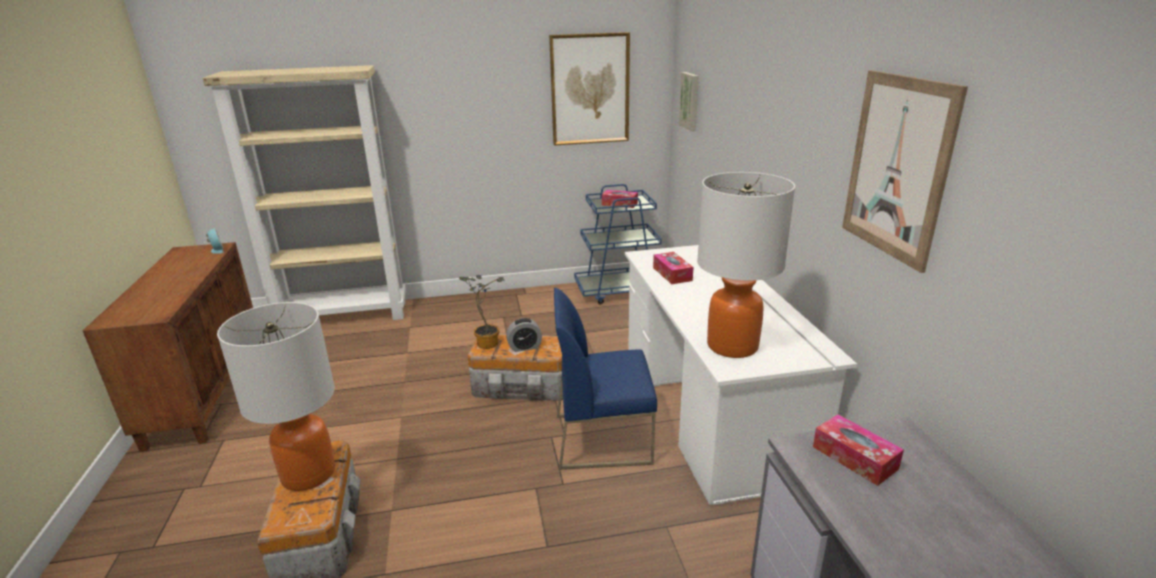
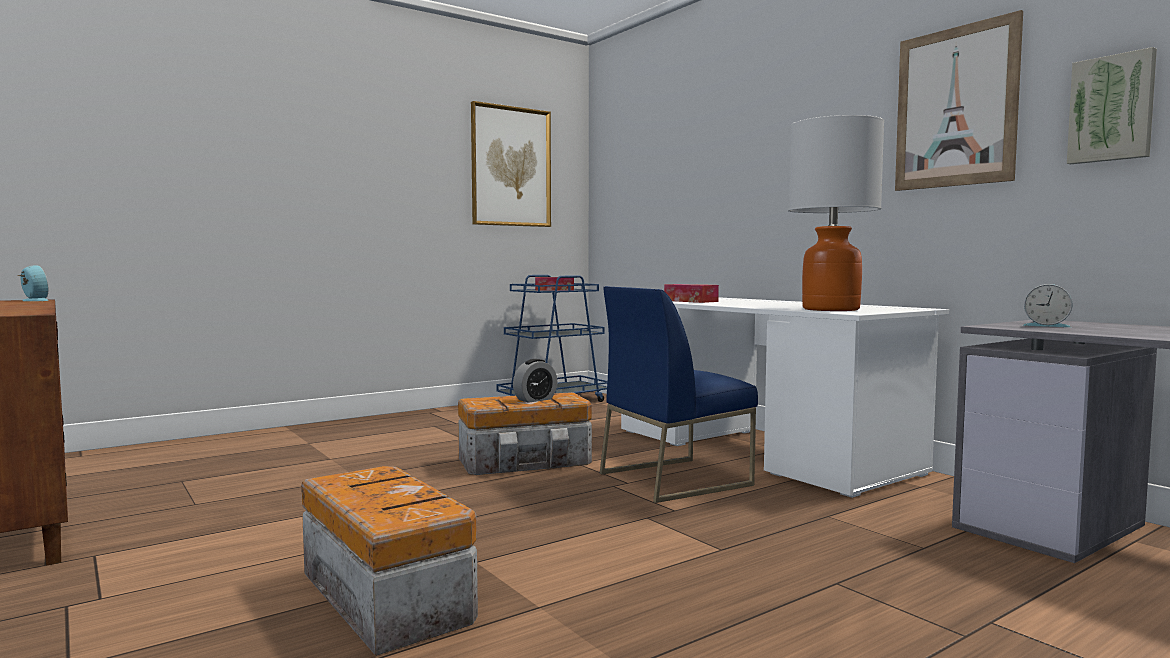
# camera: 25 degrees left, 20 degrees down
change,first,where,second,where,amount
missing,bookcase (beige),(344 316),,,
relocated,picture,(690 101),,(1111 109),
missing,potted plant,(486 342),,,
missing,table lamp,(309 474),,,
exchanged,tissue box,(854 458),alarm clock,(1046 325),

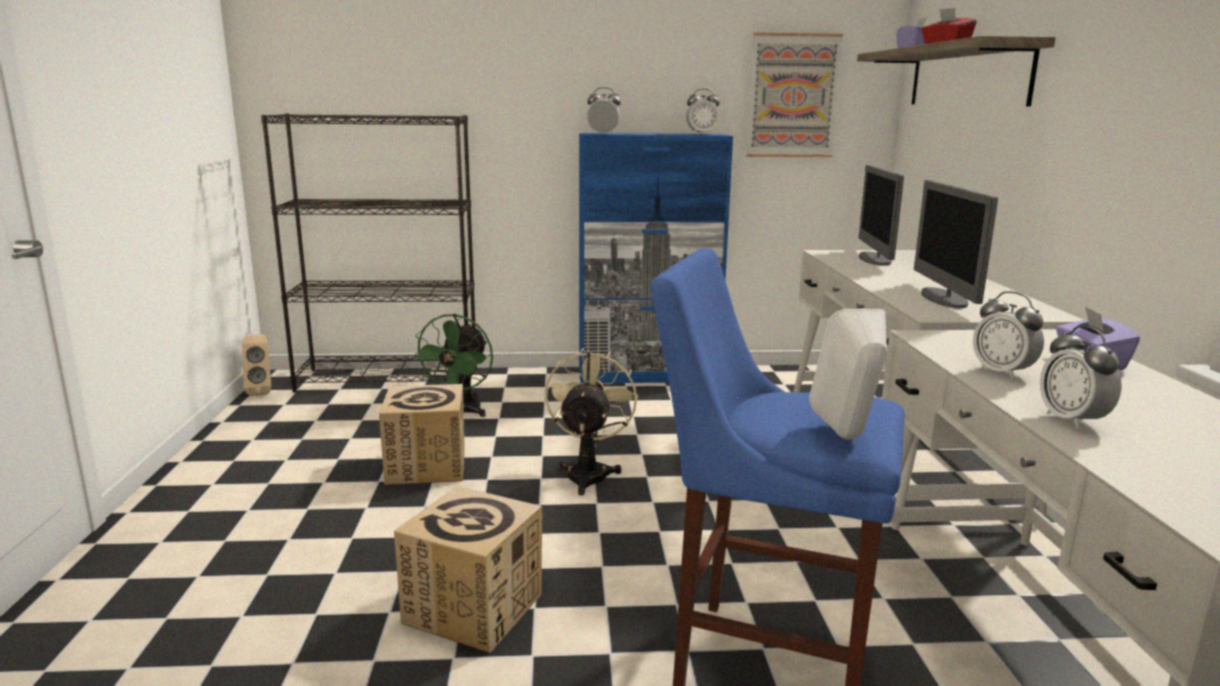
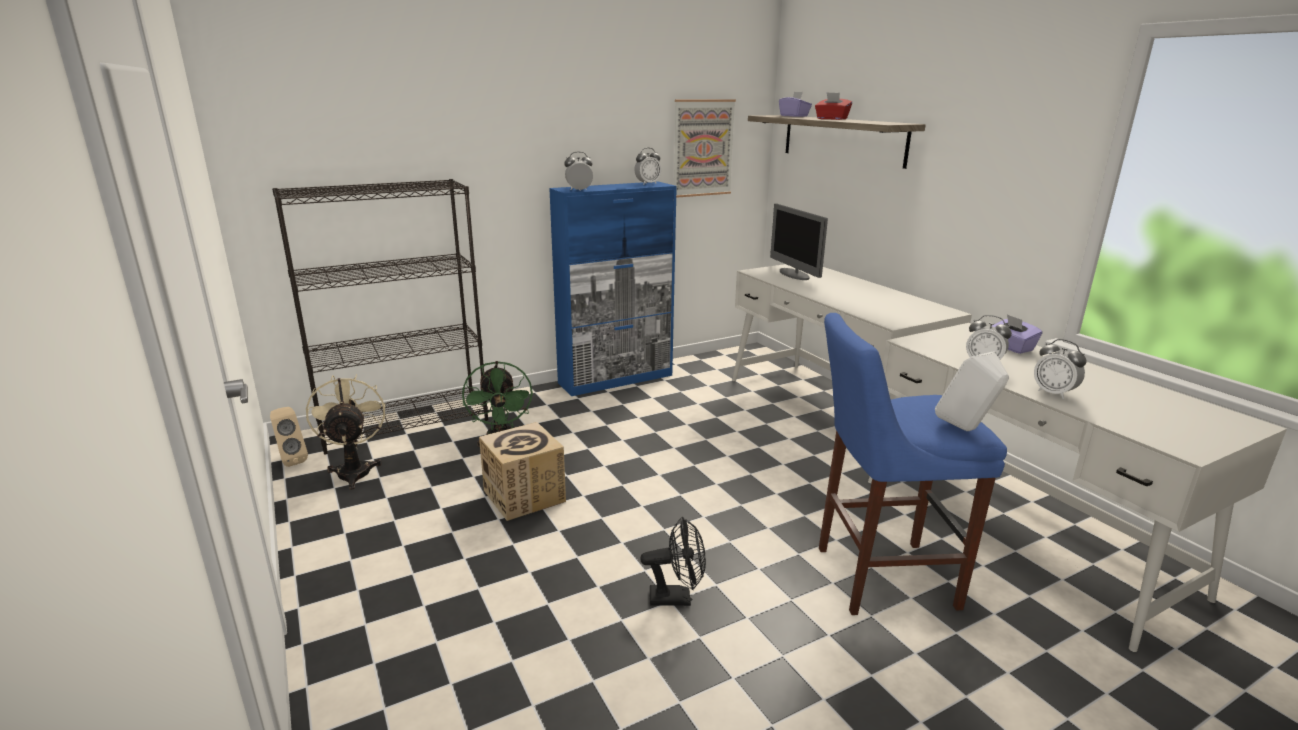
# camera: 25 degrees left, 5 degrees up
change,first,where,second,where,amount
missing,monitor,(944 299),,,
relocated,fan (beige),(588 472),,(354 469),
exchanged,cardboard box,(474 608),fan (black),(677 598),

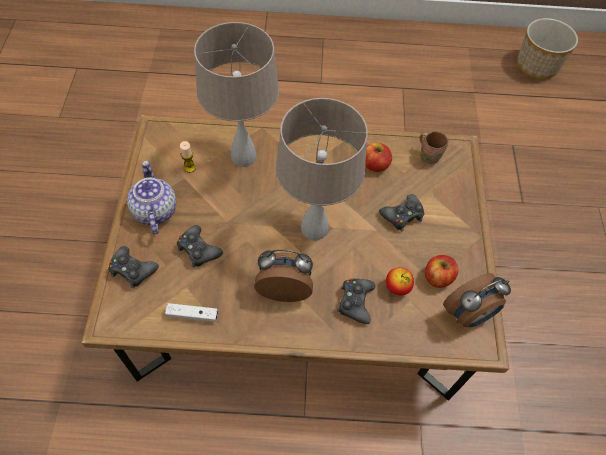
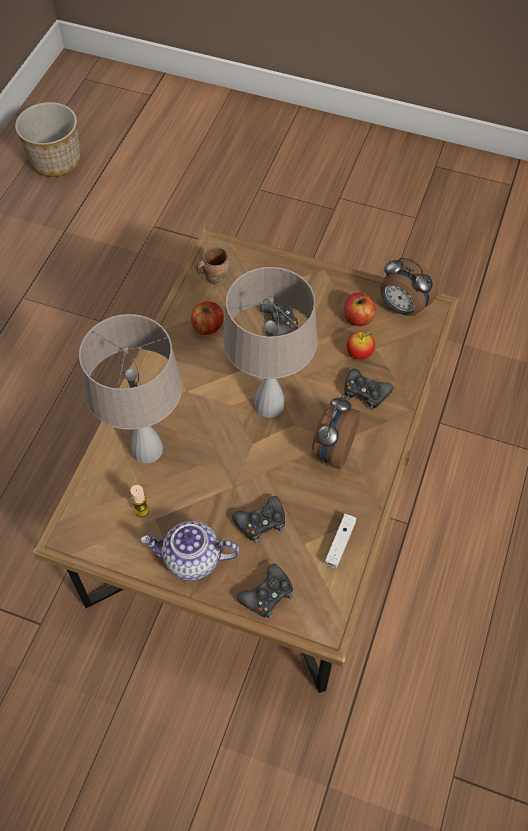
# camera: 70 degrees left, 0 degrees up
change,first,where,second,where,amount
spun,alarm clock,(468 314),,(402 307),135 degrees clockwise

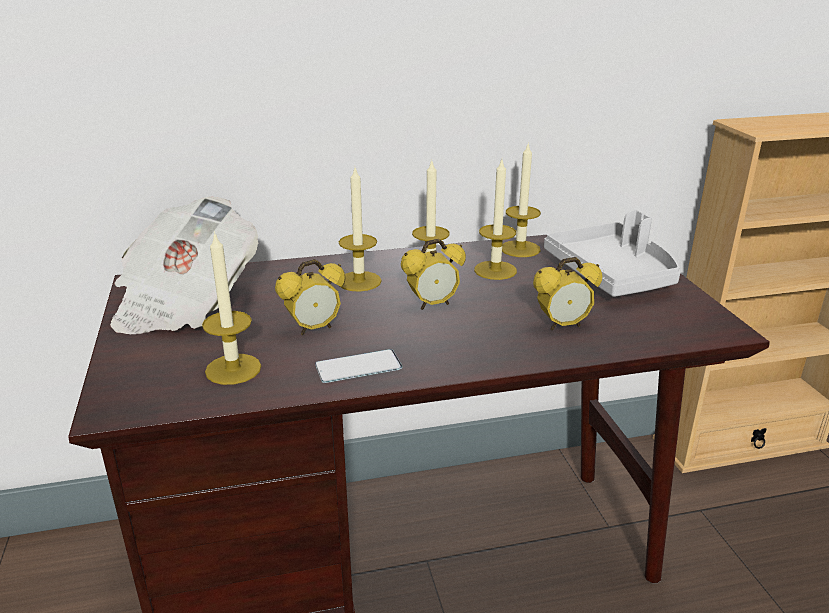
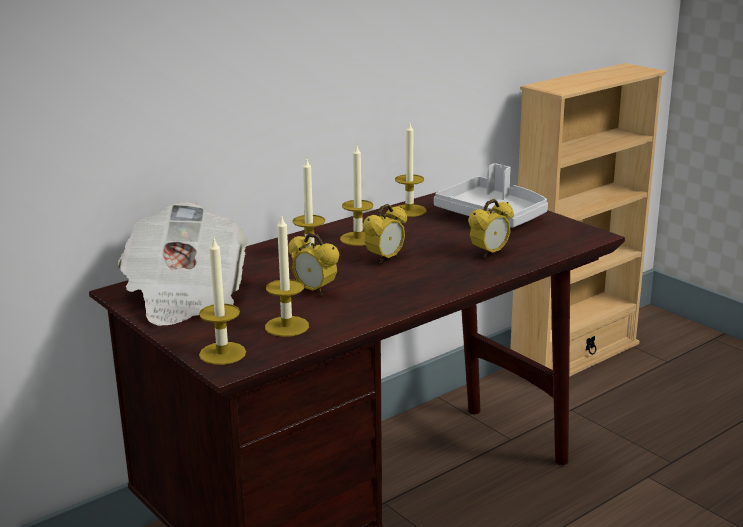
# camera: 25 degrees left, 5 degrees down
change,first,where,second,where,amount
relocated,candle,(495 270),,(222 353),
spun,alarm clock,(314 329),,(315 291),90 degrees clockwise
missing,phone,(358 367),,,

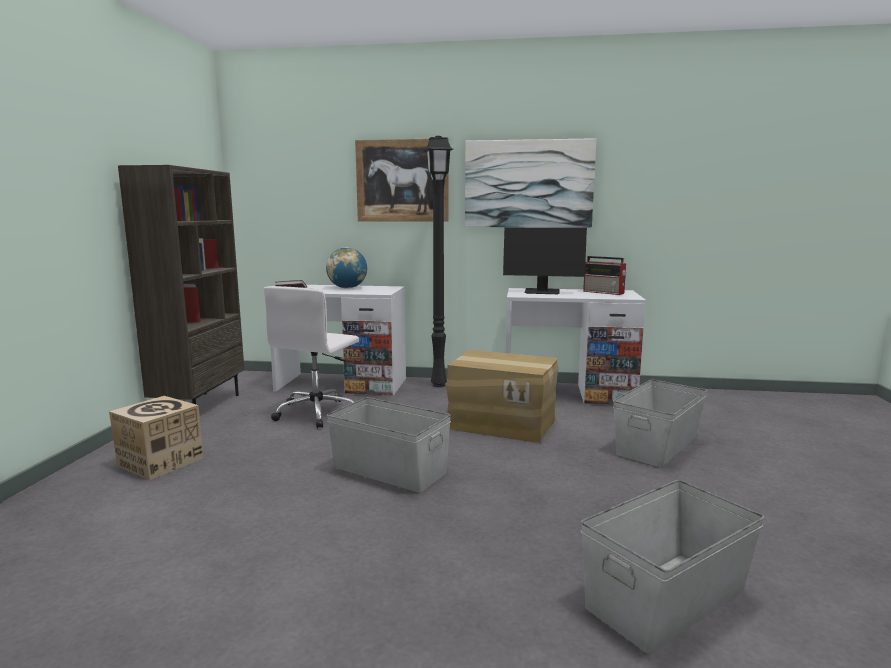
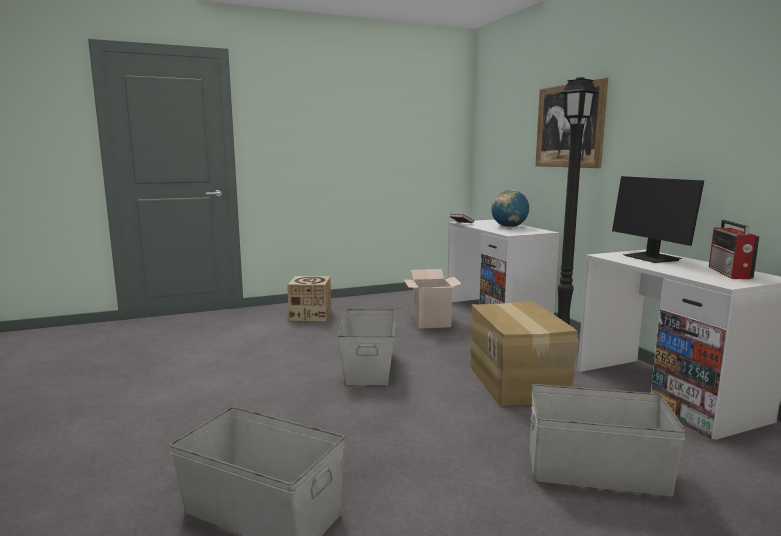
# camera: 60 degrees right, 0 degrees up
change,first,where,second,where,amount
missing,picture,(528 184),,,
missing,bookcase (brown),(200 406),,,
exchanged,office chair (white),(318 412),cardboard box,(431 322),

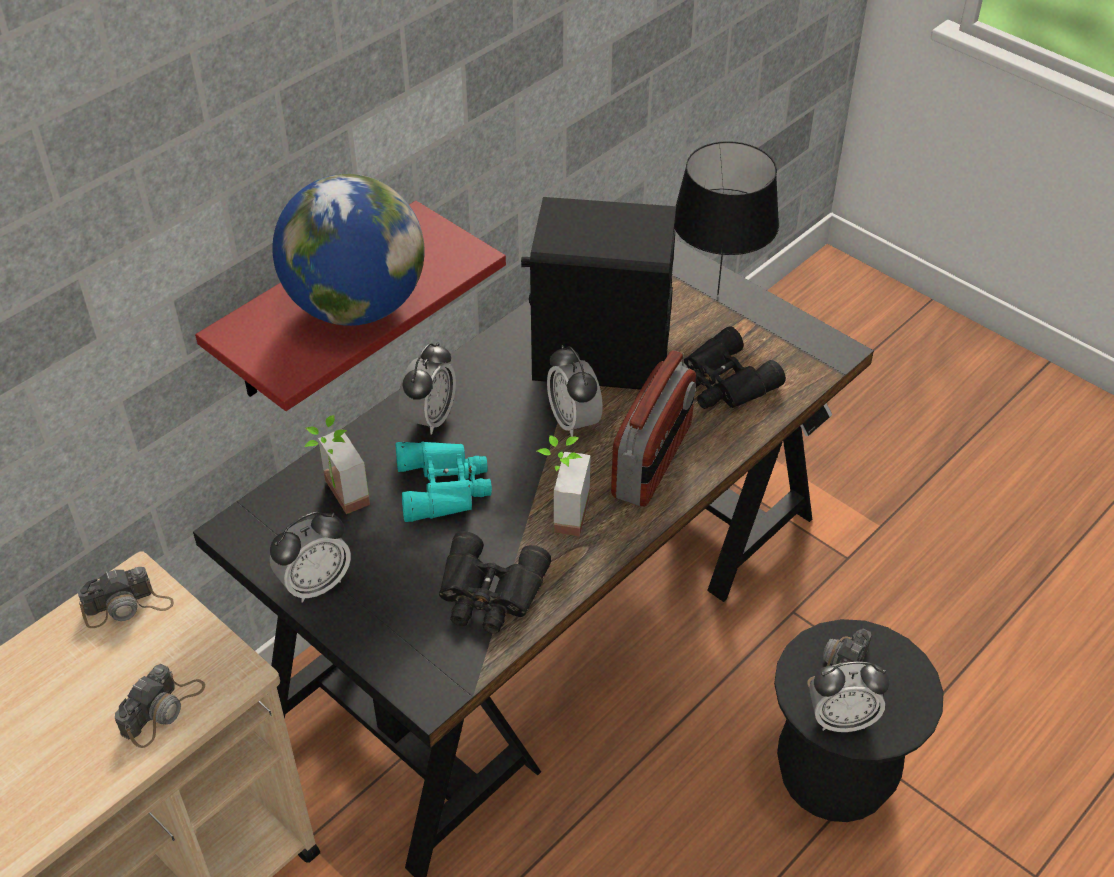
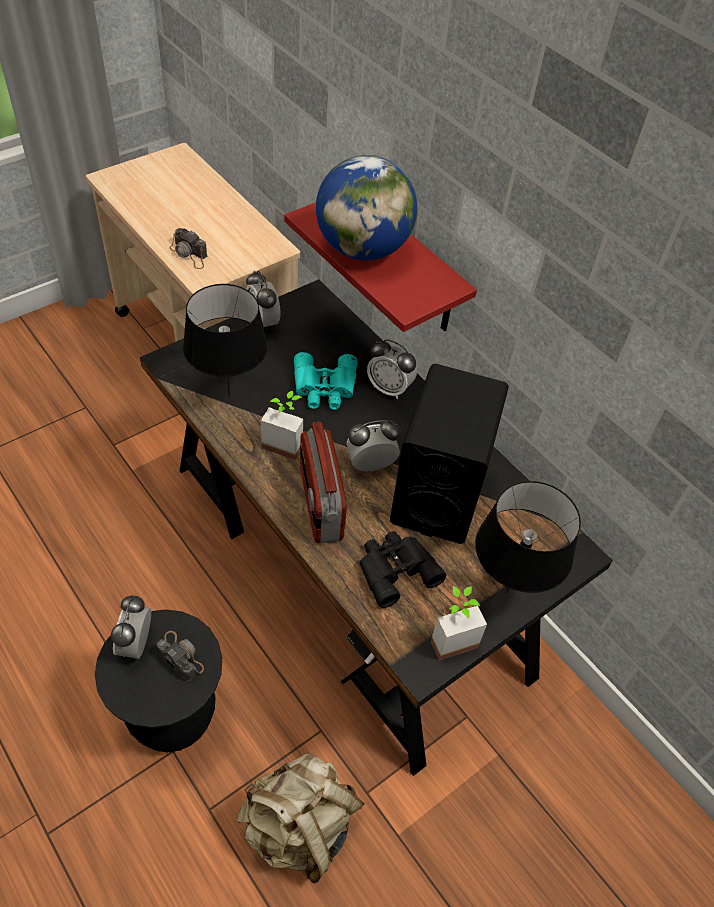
# camera: 95 degrees right, 5 degrees up
change,first,where,second,where,amount
spun,radio,(653 461),,(320 503),45 degrees clockwise
relocated,potted plant,(337 496),,(450 636),
exchanged,binoculars (black),(489 594),table lamp (black),(229 396),
missing,photo camera,(127 606),,,
appeared,,,backpack (beige),(300 827),

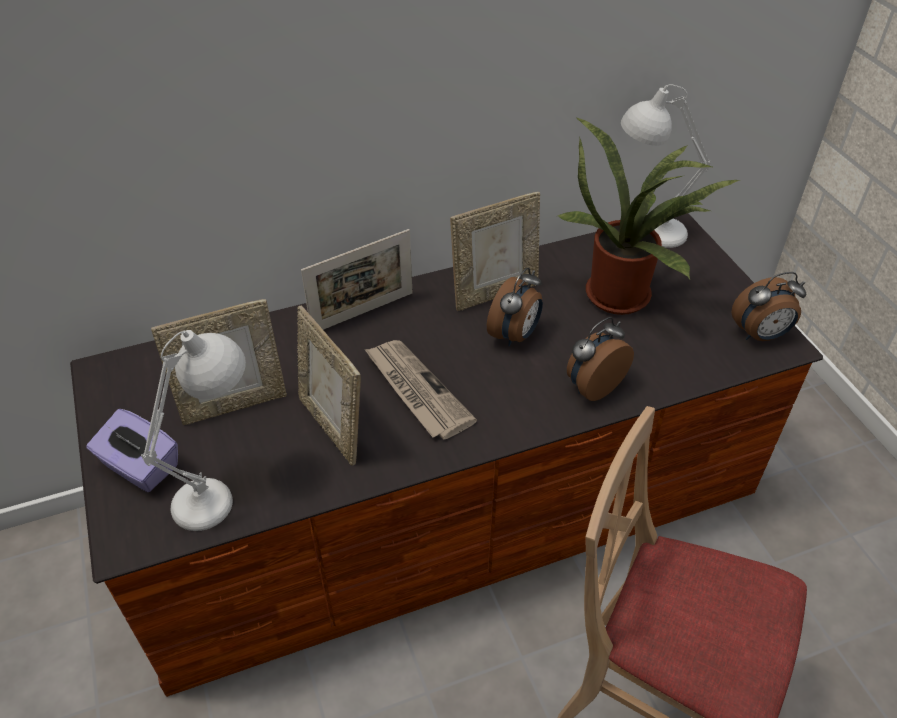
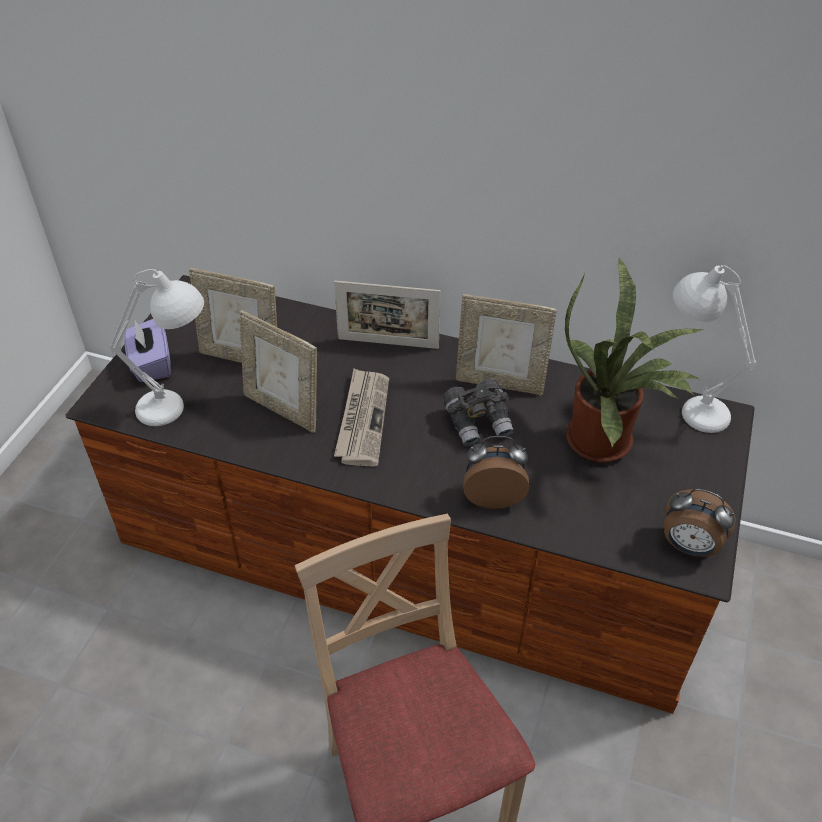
# camera: 40 degrees right, 0 degrees up
change,first,where,second,where,amount
exchanged,alarm clock,(515 335),binoculars (grey),(478 423),
spun,picture frame,(333 427),,(283 409),60 degrees counterclockwise

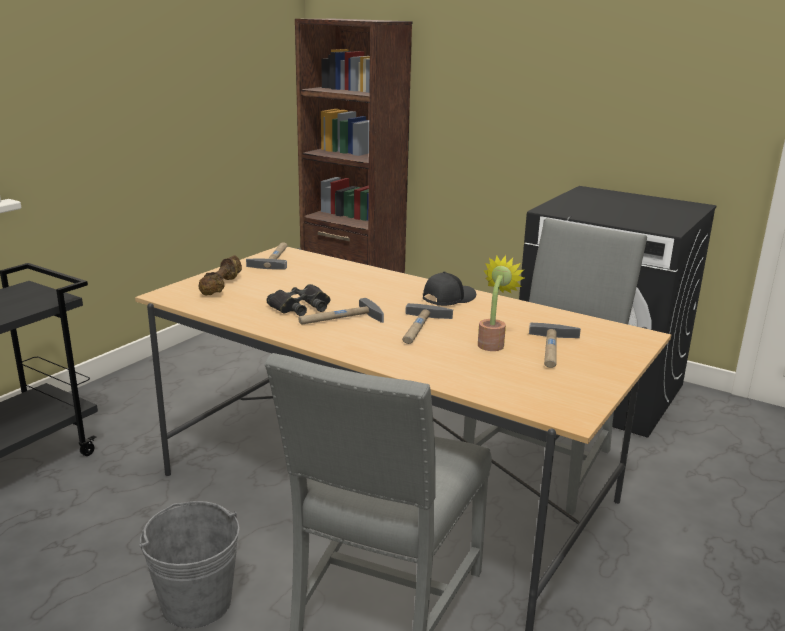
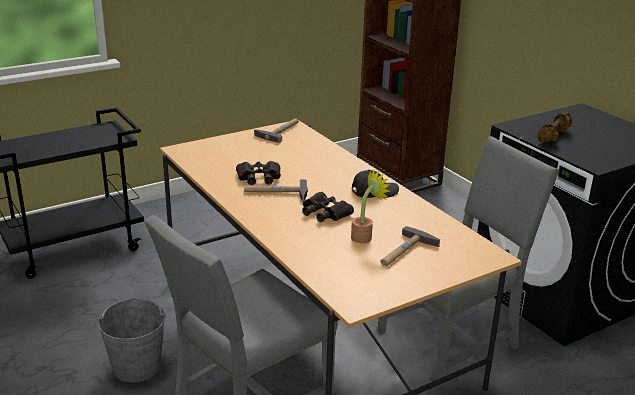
# camera: 25 degrees right, 5 degrees up
change,first,where,second,where,amount
relocated,dumbbell (brown),(222 286),,(554 136),
exchanged,hammer,(420 328),binoculars (black),(325 212),

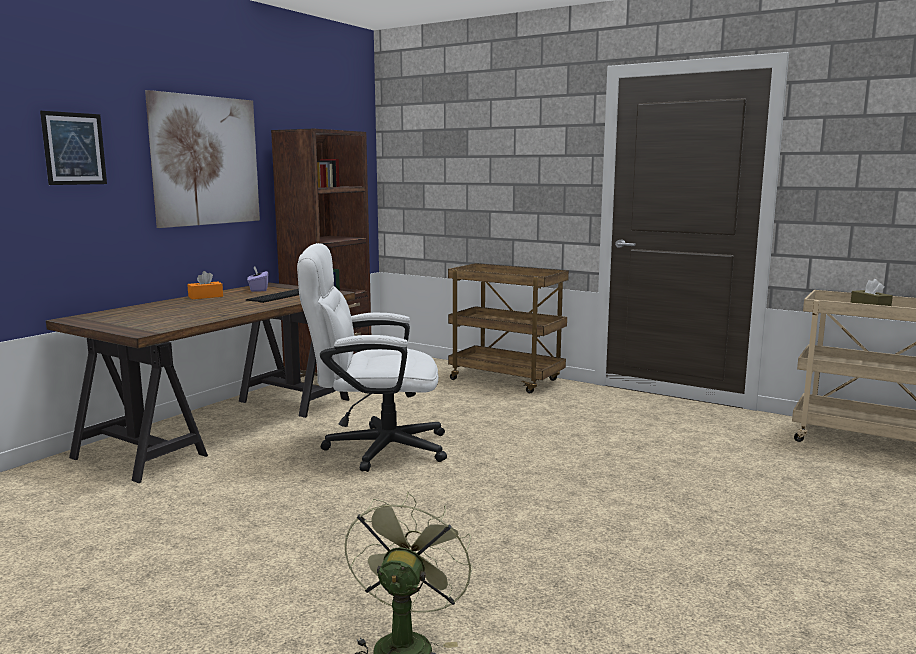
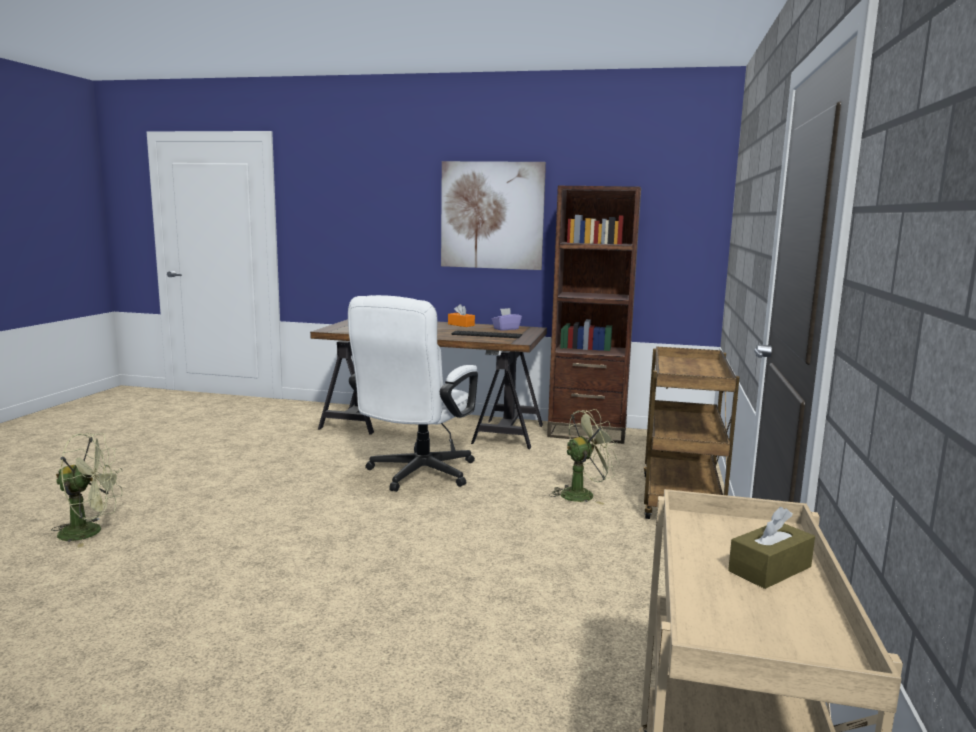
# camera: 70 degrees right, 0 degrees up
change,first,where,second,where,amount
missing,picture,(74 148),,,
spun,office chair (white),(374 448),,(416 475),135 degrees counterclockwise
appeared,,,fan (green),(583 494),

